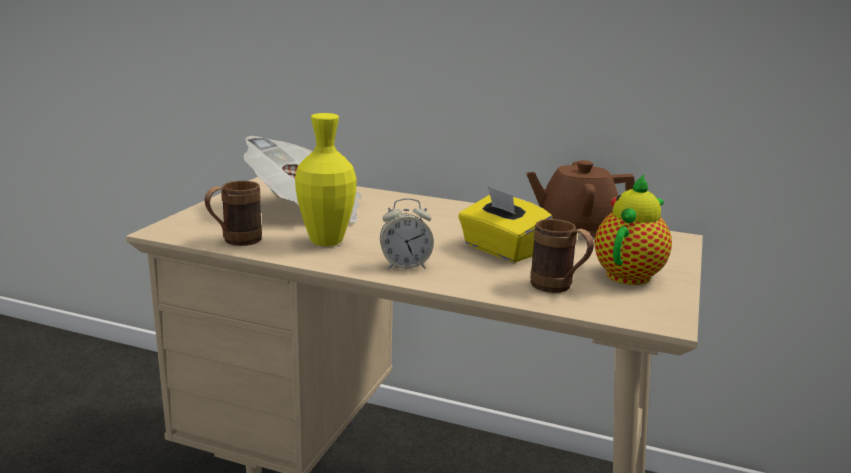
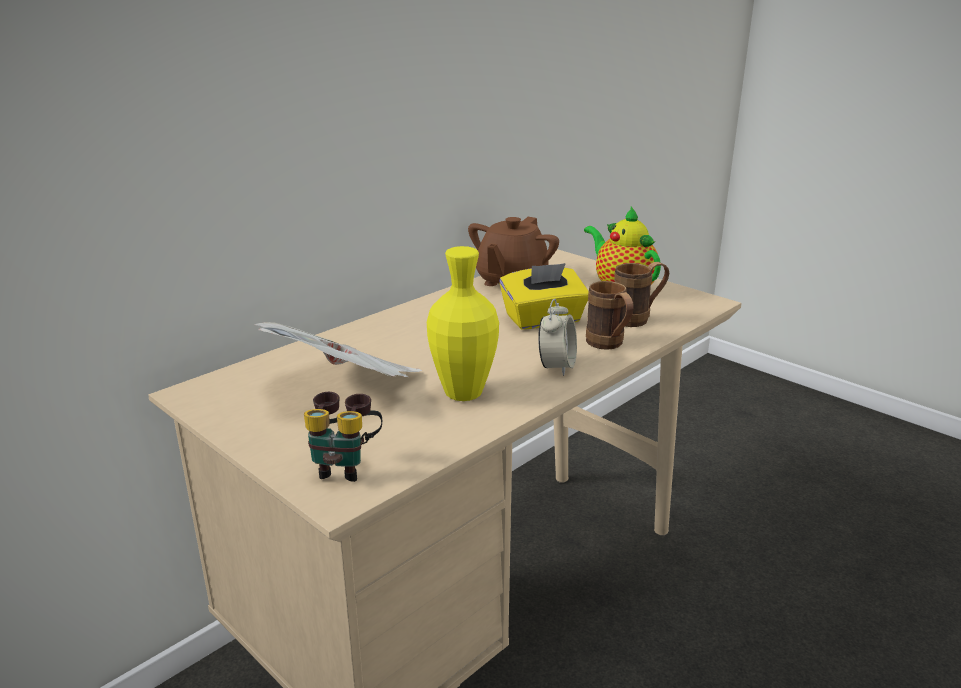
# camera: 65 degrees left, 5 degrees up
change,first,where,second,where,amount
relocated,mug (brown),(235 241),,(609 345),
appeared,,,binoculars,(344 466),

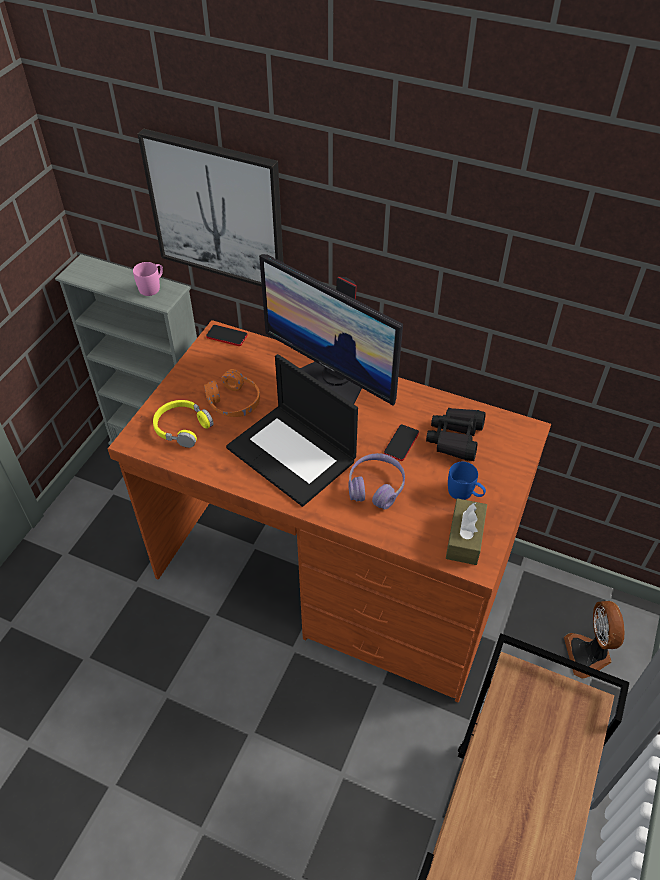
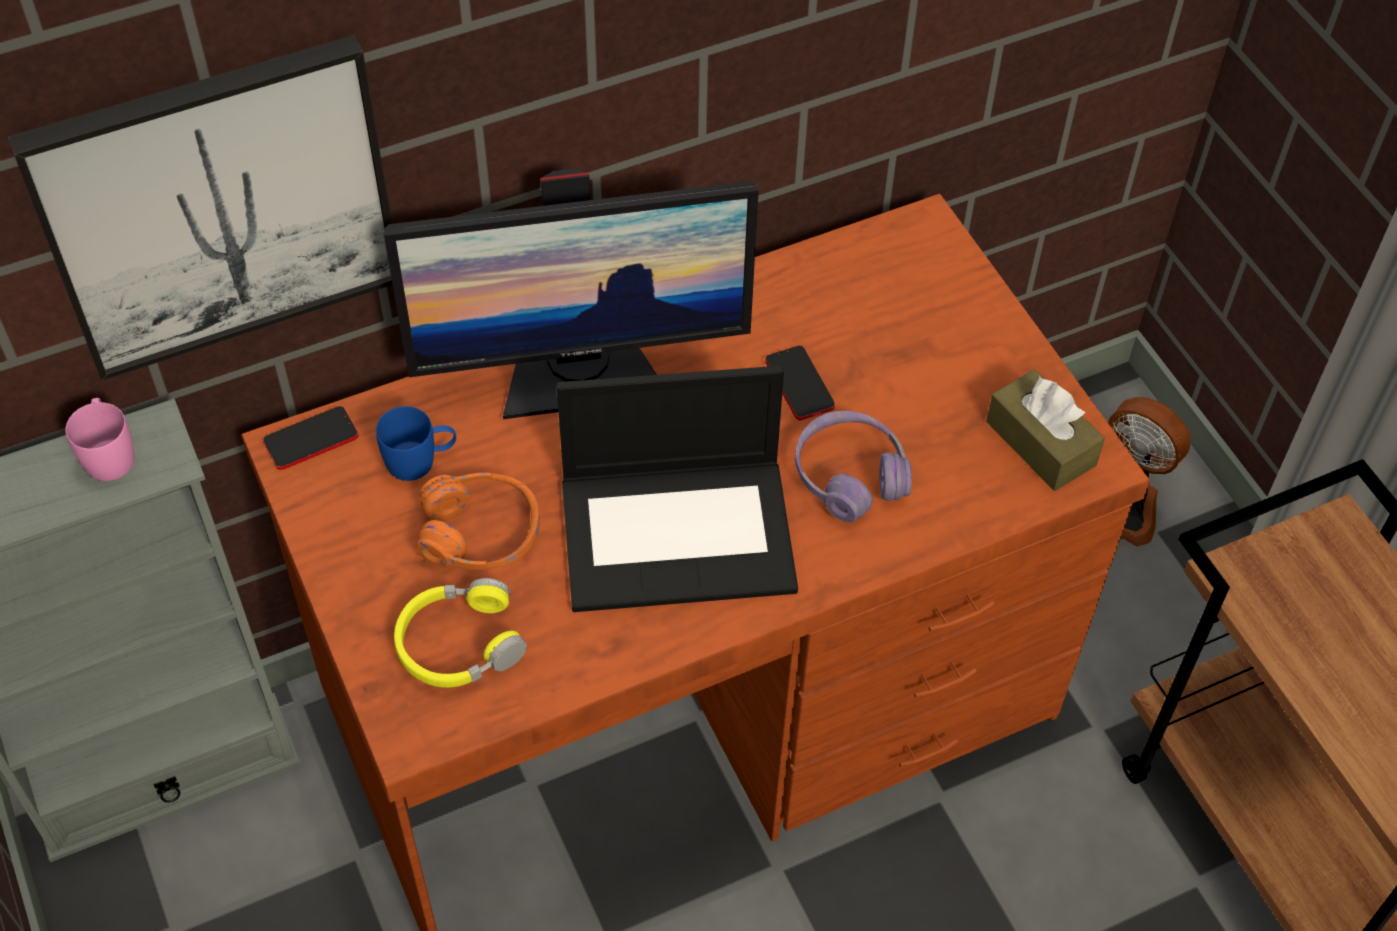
# camera: 50 degrees left, 5 degrees up
change,first,where,second,where,amount
missing,binoculars (black),(455 438),,,
relocated,mug (blue),(465 493),,(421 460),

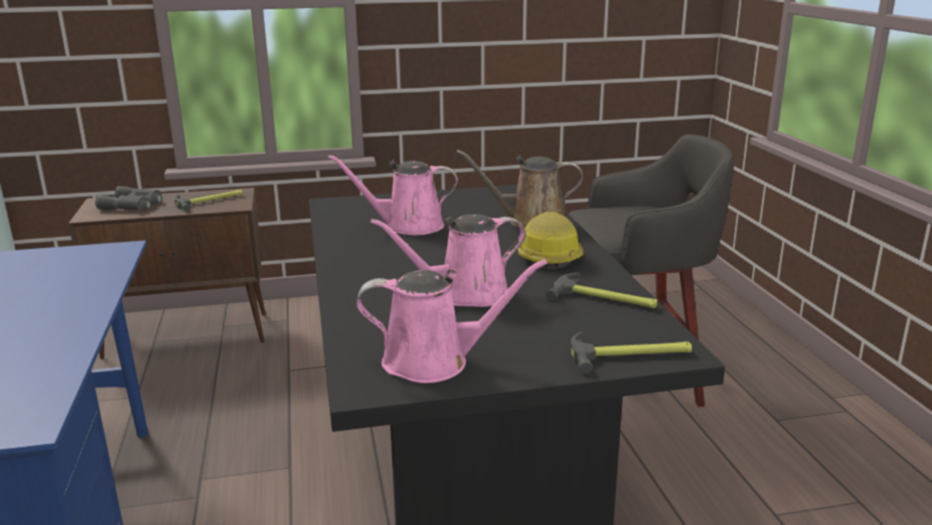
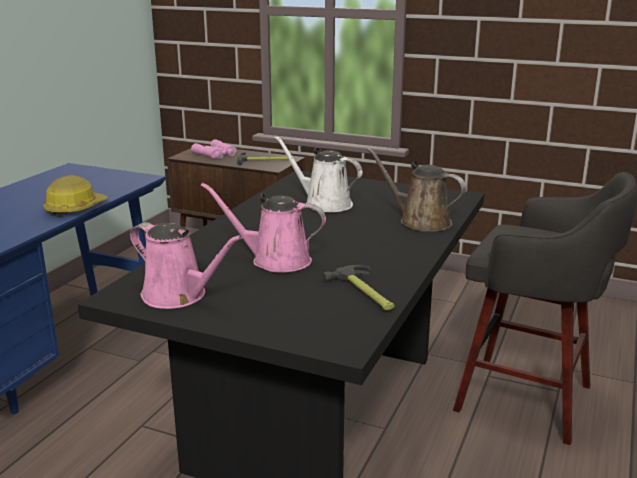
# camera: 35 degrees right, 0 degrees up
change,first,where,second,where,amount
colour,watering can (pink),(407 226),watering can (white),(324 204),
colour,binoculars (grey),(133 205),binoculars (pink),(216 154),
relocated,hard hat,(549 256),,(75 208),
missing,hammer,(631 355),,,

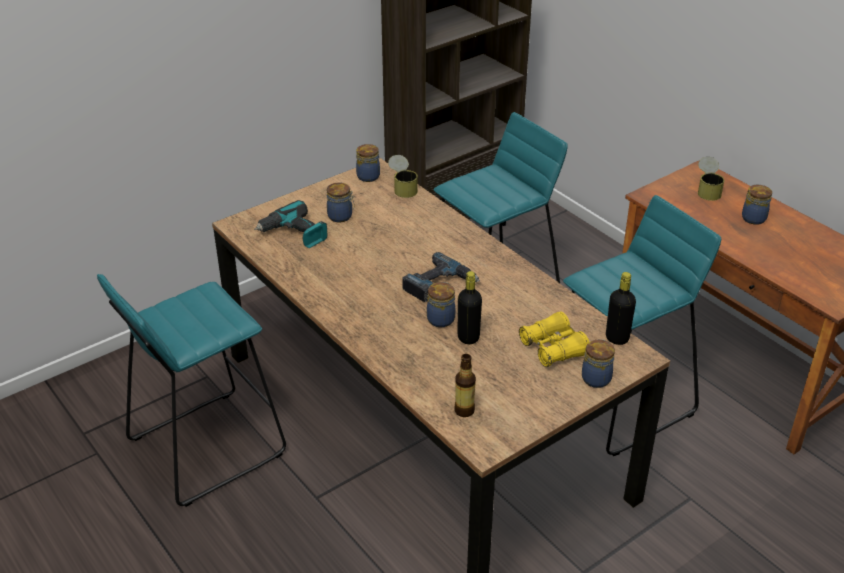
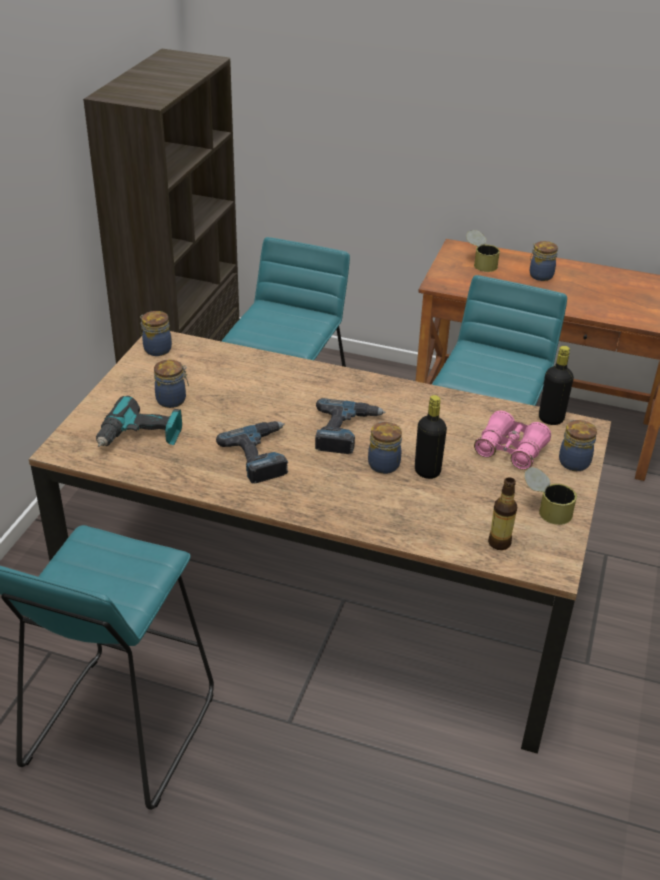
# camera: 35 degrees left, 0 degrees up
change,first,where,second,where,amount
relocated,can,(403 187),,(546 509),
colour,binoculars (yellow),(553 348),binoculars (pink),(510 450),
appeared,,,power drill,(262 456),

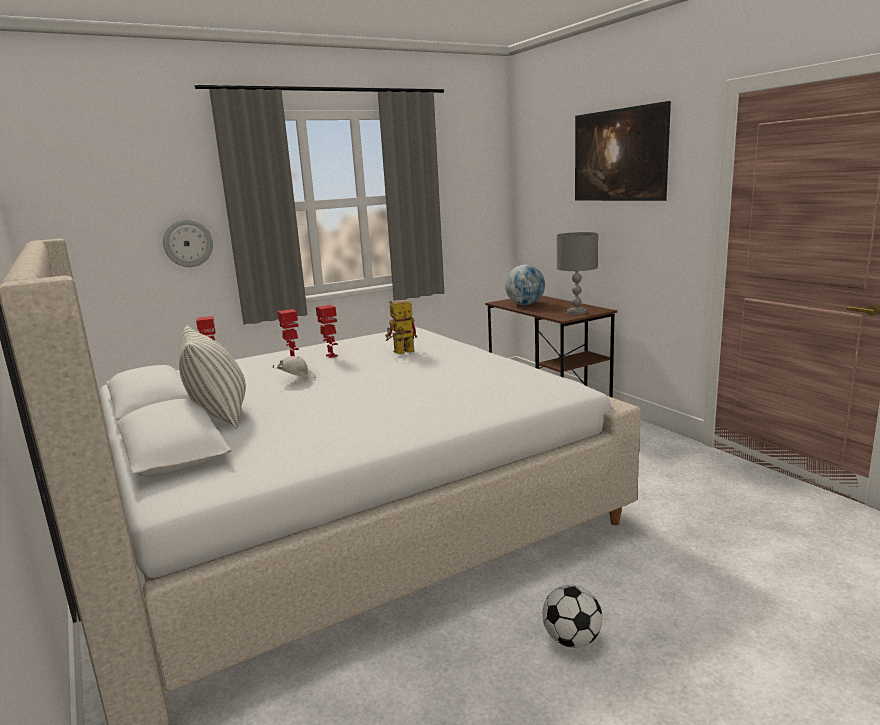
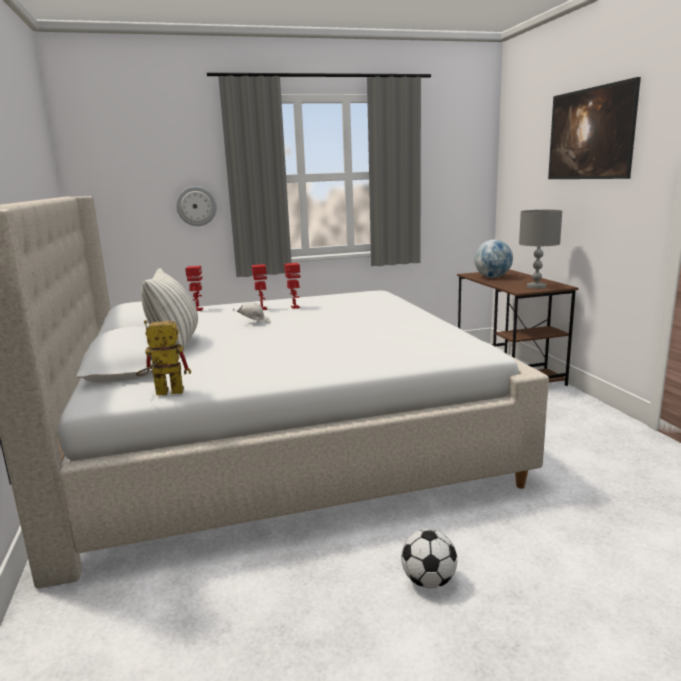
# camera: 15 degrees right, 0 degrees up
change,first,where,second,where,amount
relocated,toy robot,(400 353),,(162 393),

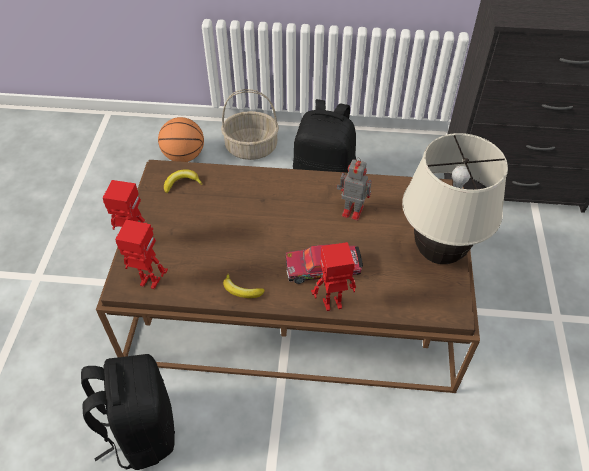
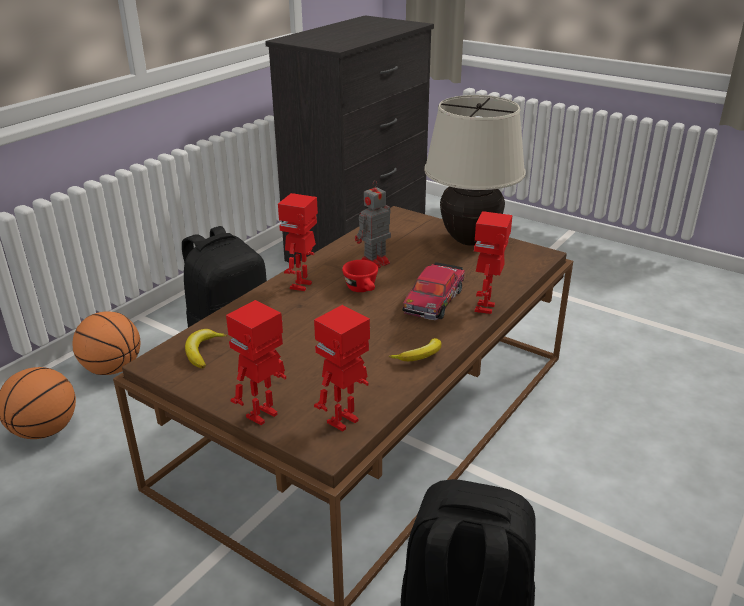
# camera: 60 degrees left, 20 degrees down
change,first,where,second,where,amount
exchanged,basket,(252 147),basketball,(112 369),
appeared,,,toy robot,(302 286),
appeared,,,cup (red),(363 290),

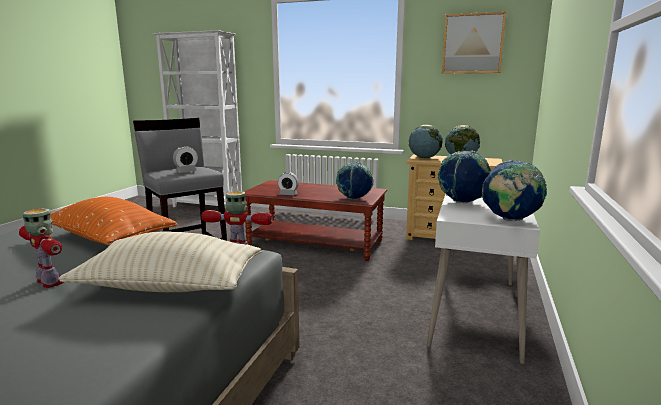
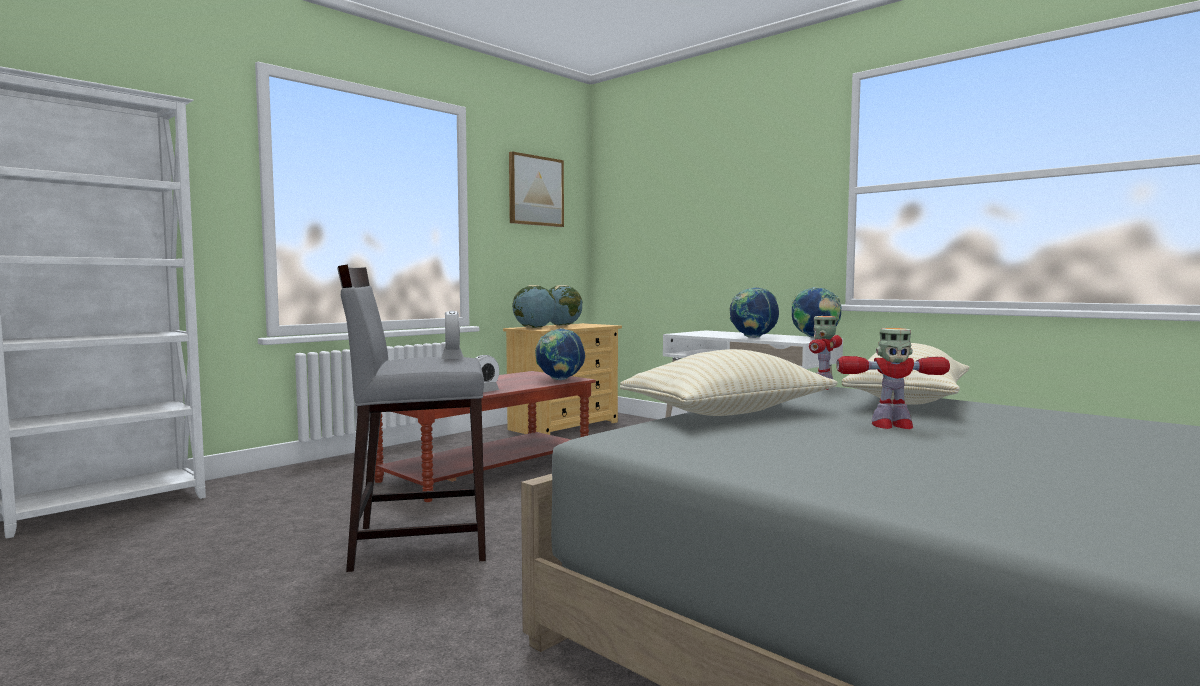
# camera: 65 degrees left, 10 degrees down
change,first,where,second,where,amount
colour,pillow (orange),(109 239),pillow (beige),(728 413),
spun,toy robot,(50 282),,(891 425),150 degrees counterclockwise

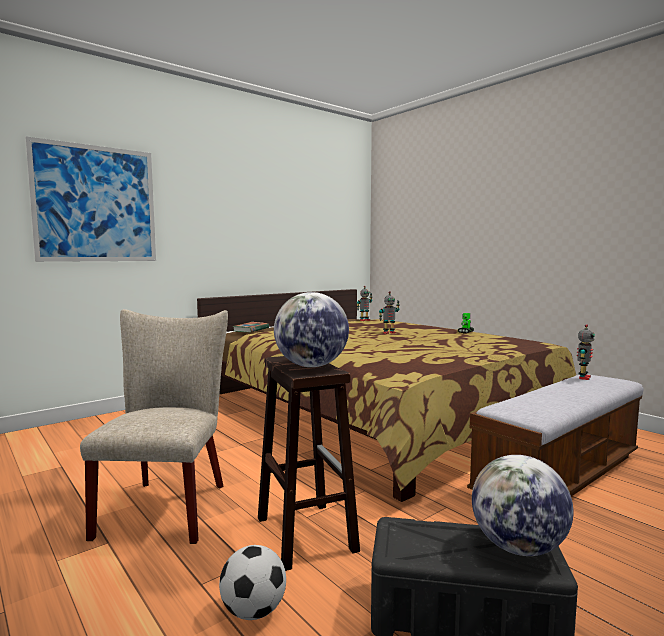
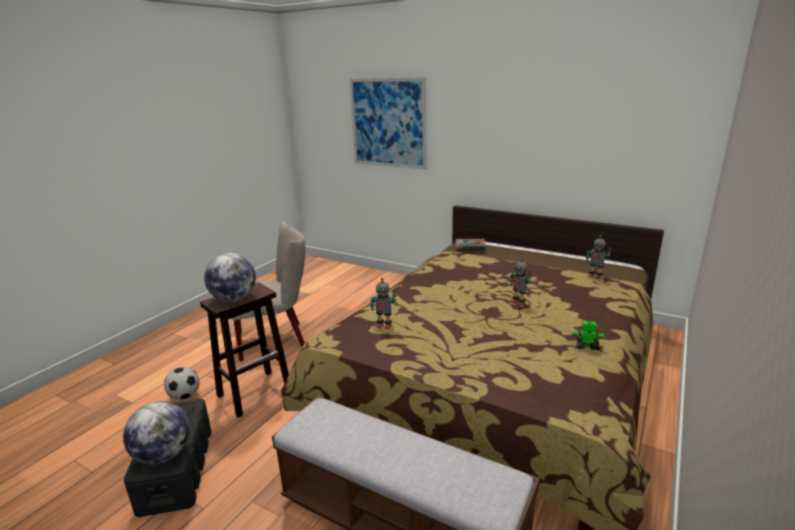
# camera: 70 degrees right, 15 degrees up
change,first,where,second,where,amount
relocated,toy robot,(583 377),,(384 325),

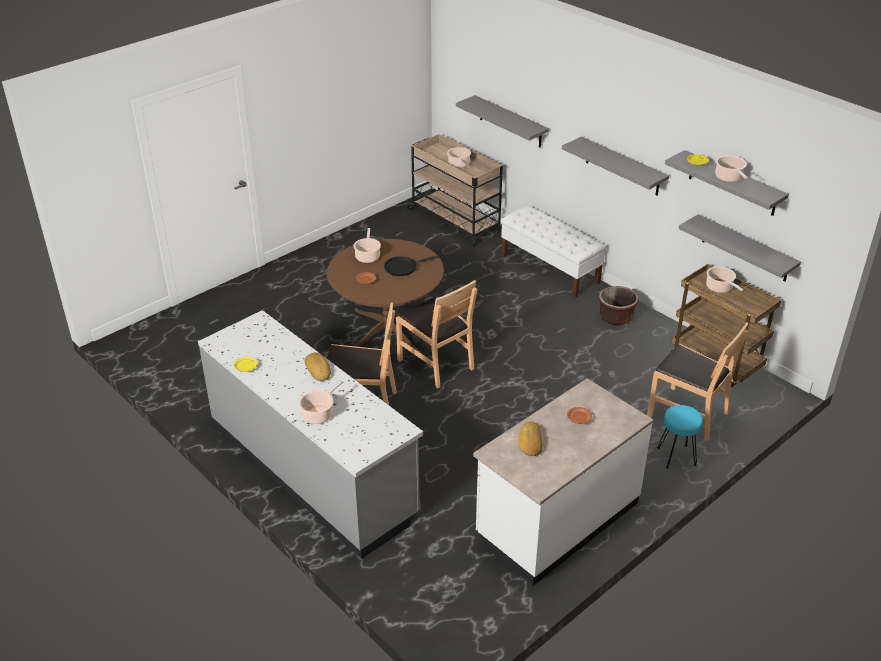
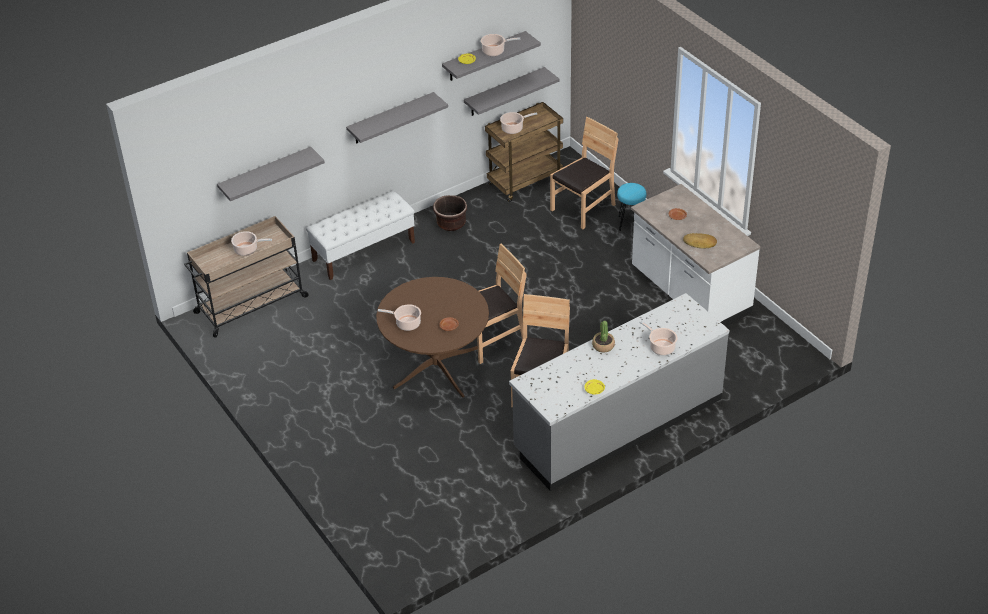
# camera: 80 degrees left, 5 degrees up
change,first,where,second,where,amount
missing,frying pan (black),(402 267),,,
exchanged,bread,(319 369),potted plant,(603 345),

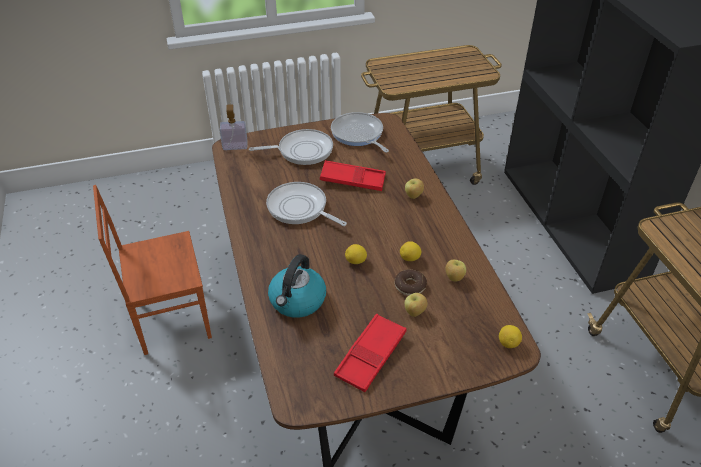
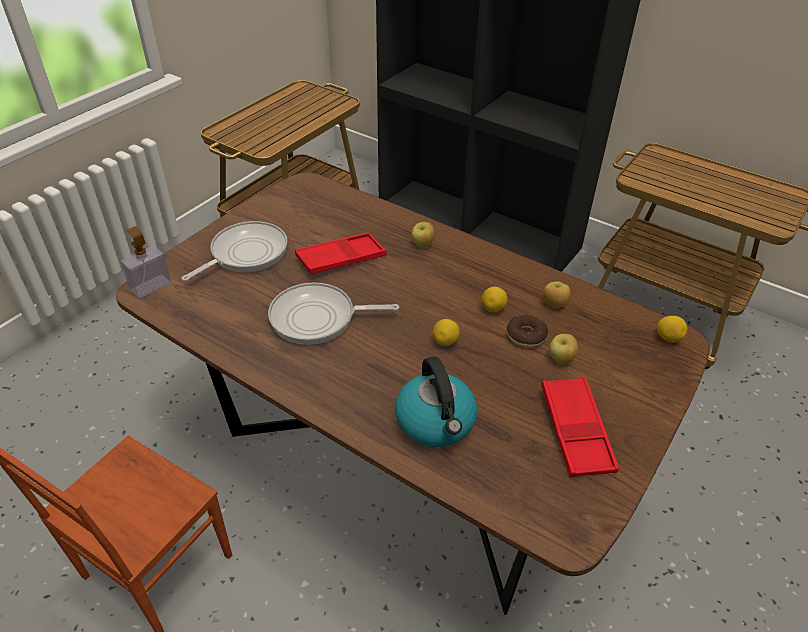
# camera: 40 degrees left, 0 degrees up
change,first,where,second,where,amount
missing,frying pan,(358 134),,,

